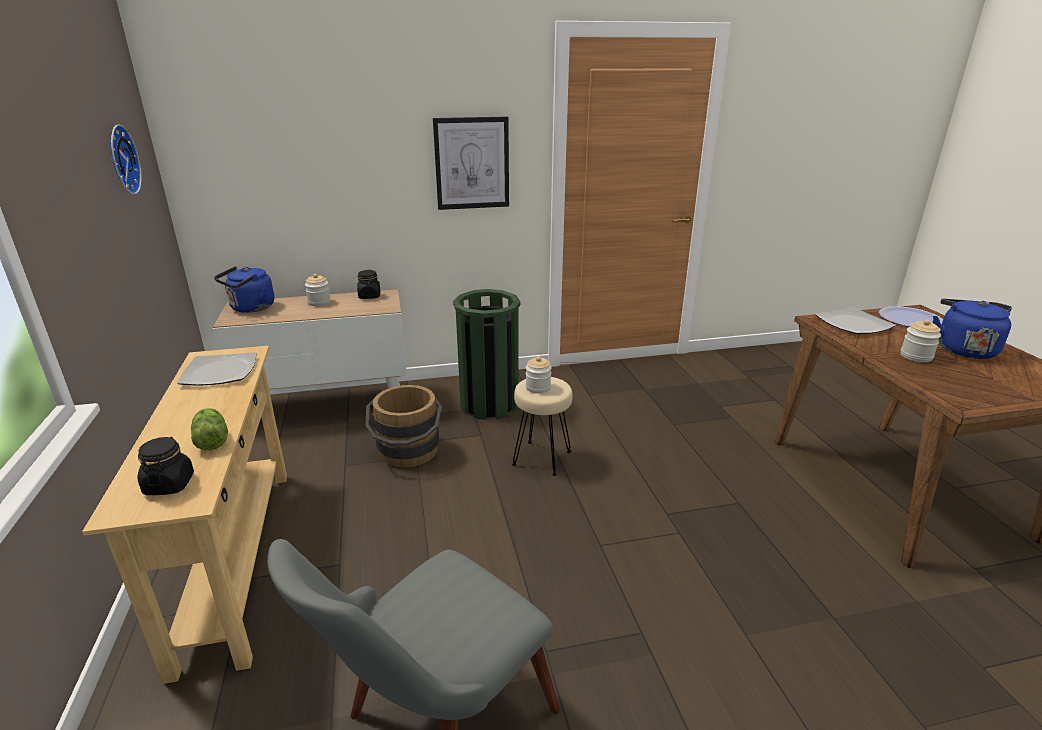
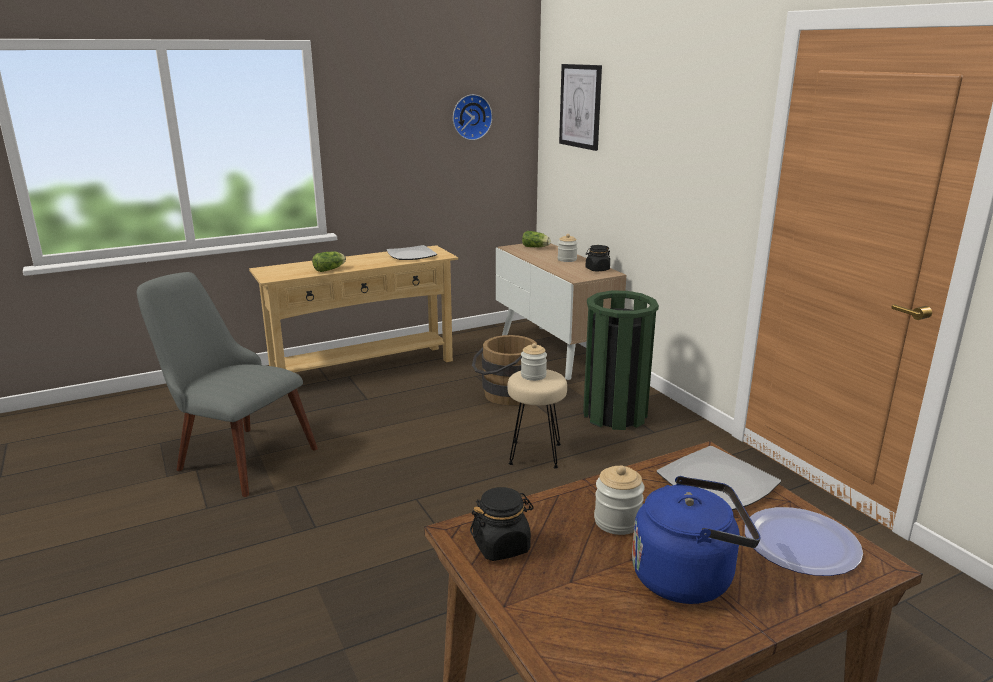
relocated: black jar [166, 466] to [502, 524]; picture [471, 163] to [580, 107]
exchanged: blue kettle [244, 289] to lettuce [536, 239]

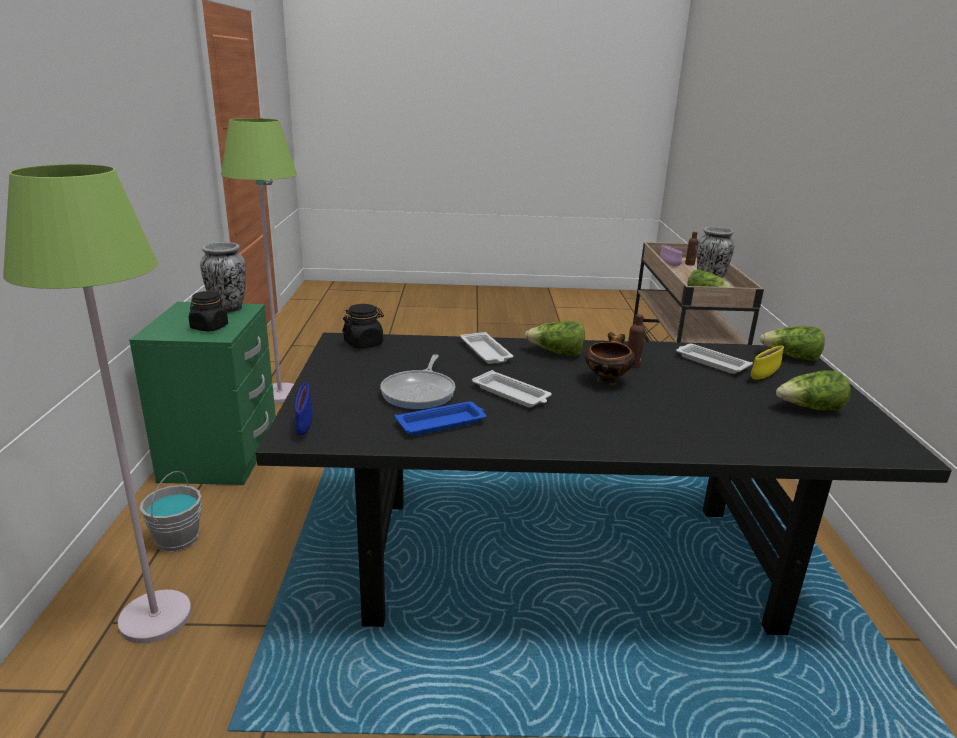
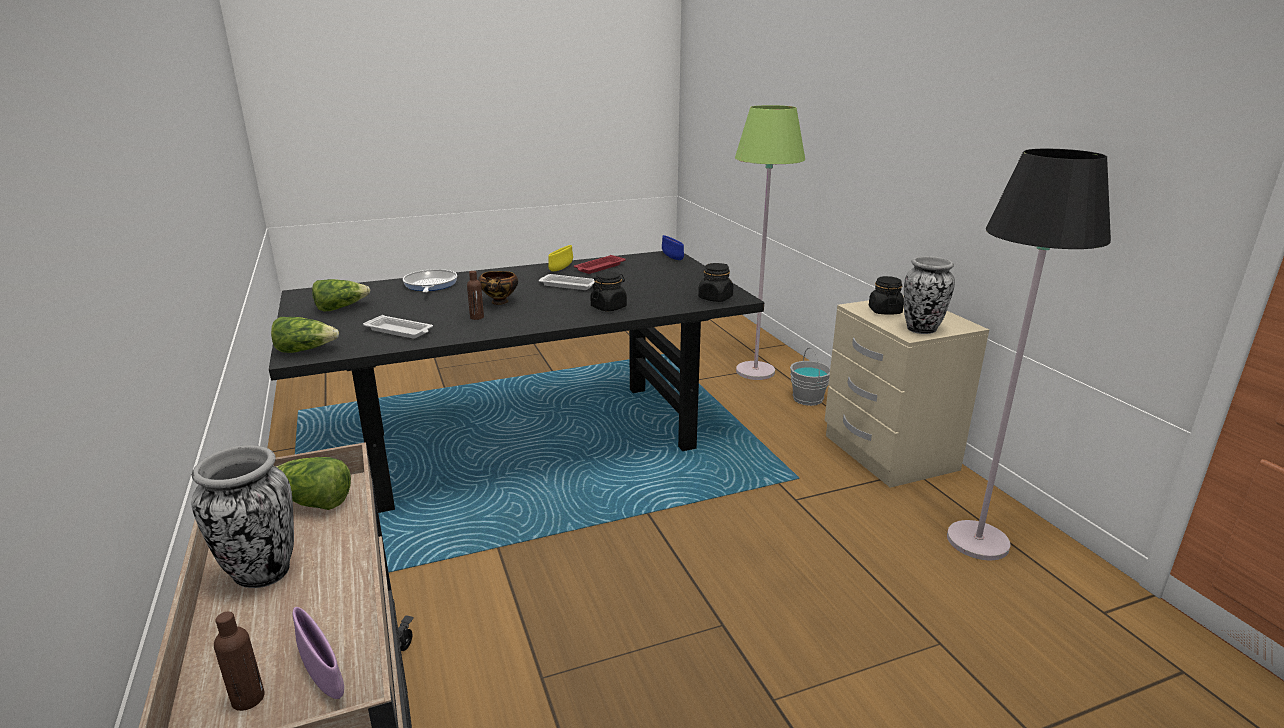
missing: lettuce [555, 338]
relocated: frying pan [417, 382] to [430, 281]; yellow bowl [767, 362] to [560, 258]
exchanged: white tray [486, 348] to black jar [608, 291]
colour: blue tray [440, 418] to red tray [600, 264]; green nightstand [202, 393] to beige nightstand [906, 391]; green floor lamp [259, 260] to black floor lamp [1029, 354]

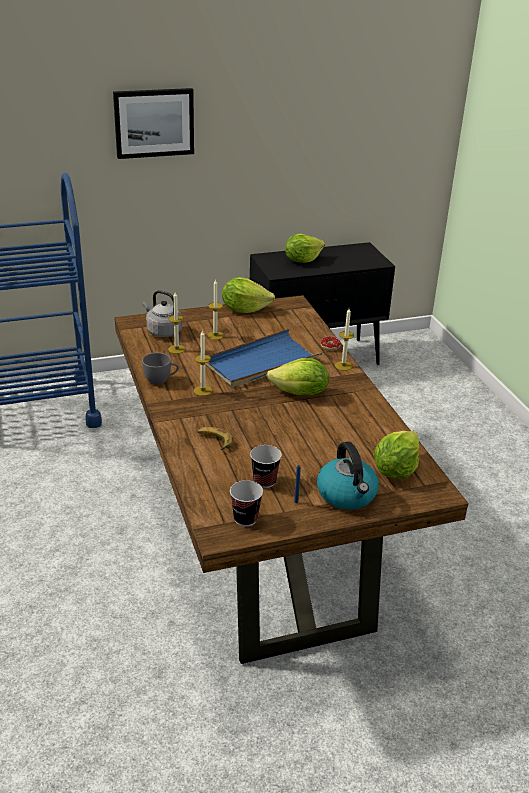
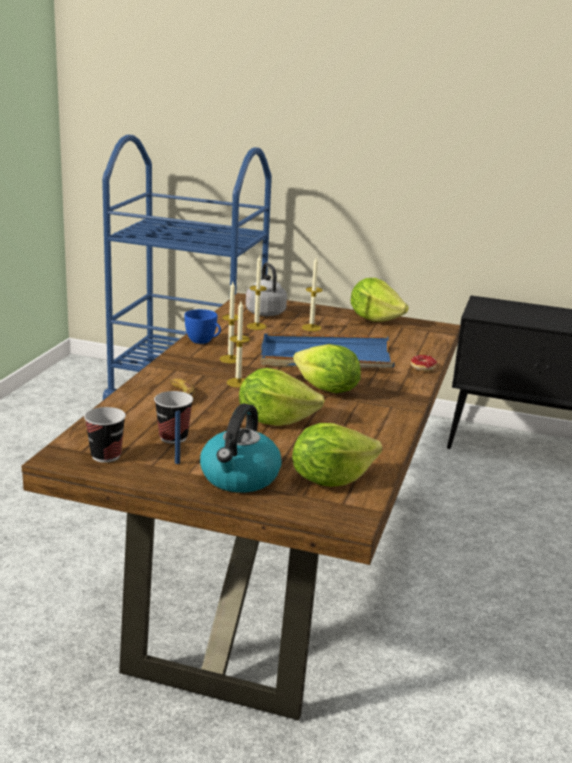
missing: picture [153, 123]
relocated: candle [344, 339] to [238, 344]; lettuce [305, 248] to [282, 397]
colour: grey cup [160, 369] to blue cup [202, 326]

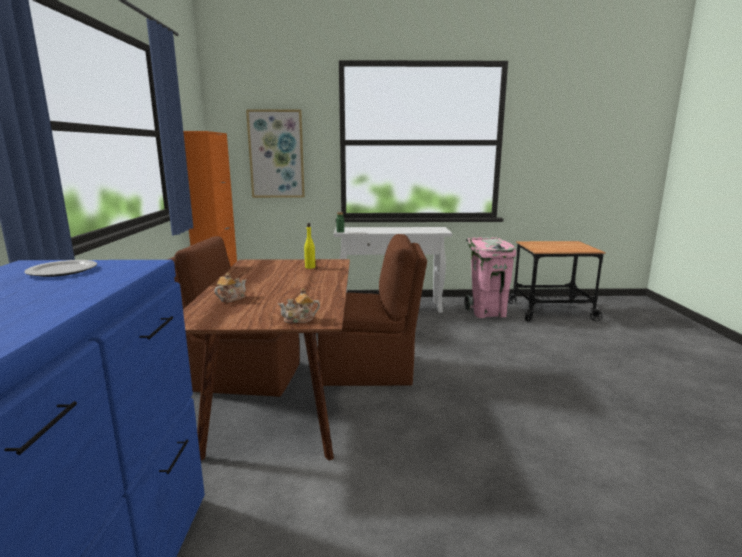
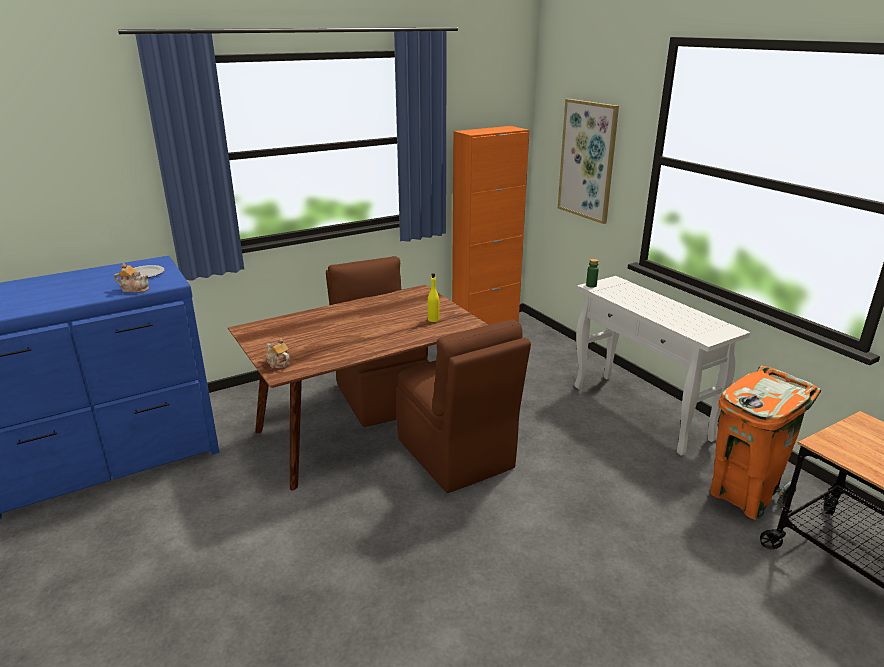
relocated: teapot [230, 287] to [131, 278]
colour: pink trash can [490, 277] to orange trash can [765, 443]

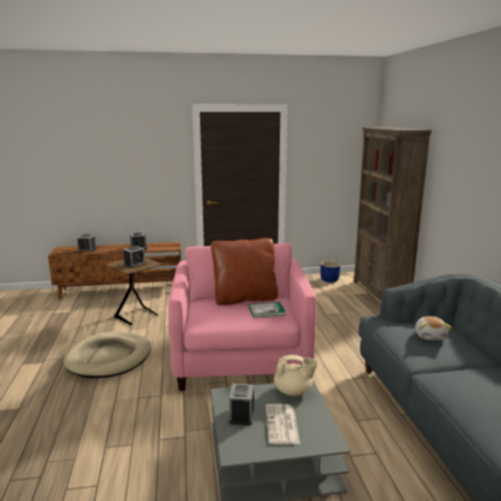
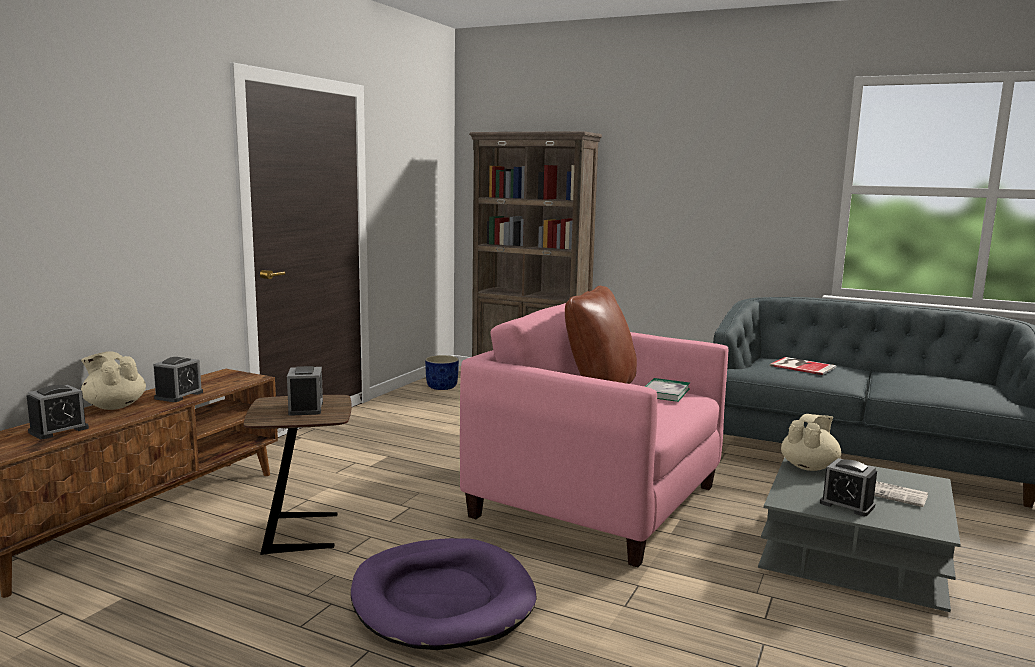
appeared: beige teapot [113, 380]
exchanged: plush toy [433, 328] to book [803, 366]
colour: beige dog bed [107, 355] to purple dog bed [443, 594]

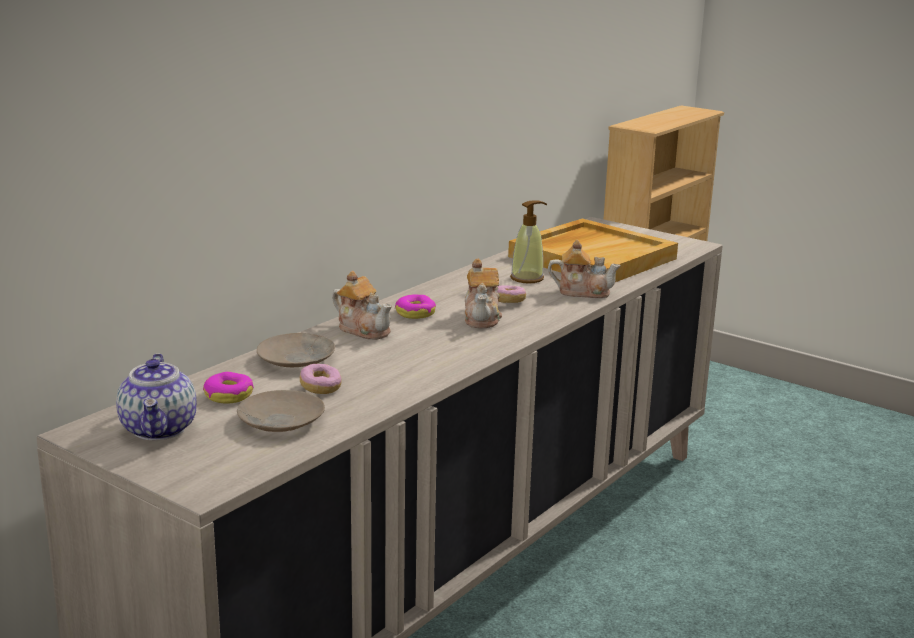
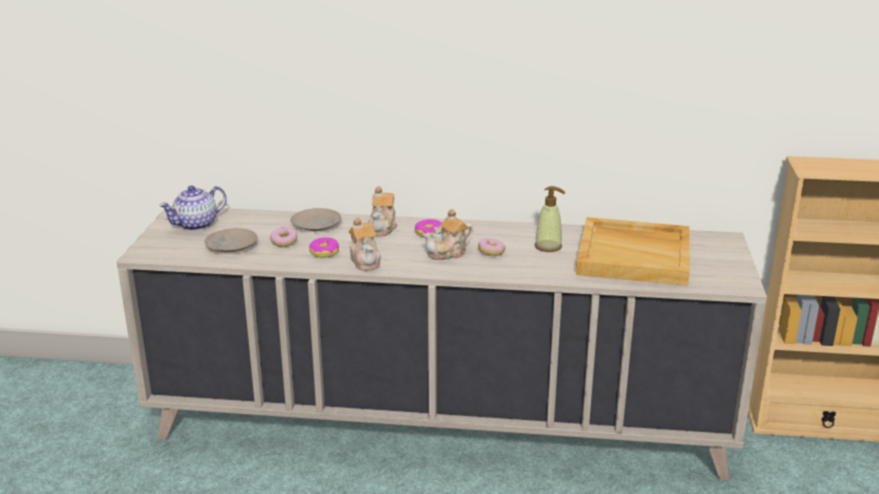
relocated: donut [228, 387] to [324, 247]; teapot [584, 269] to [365, 244]

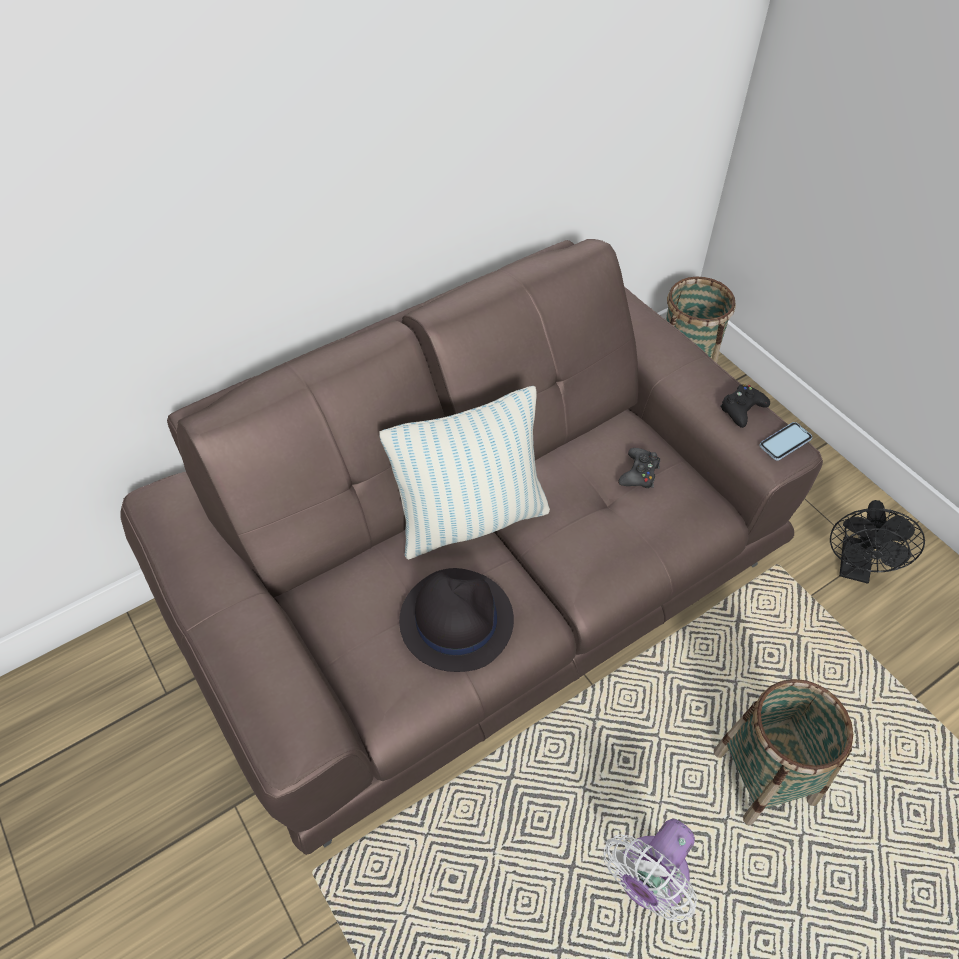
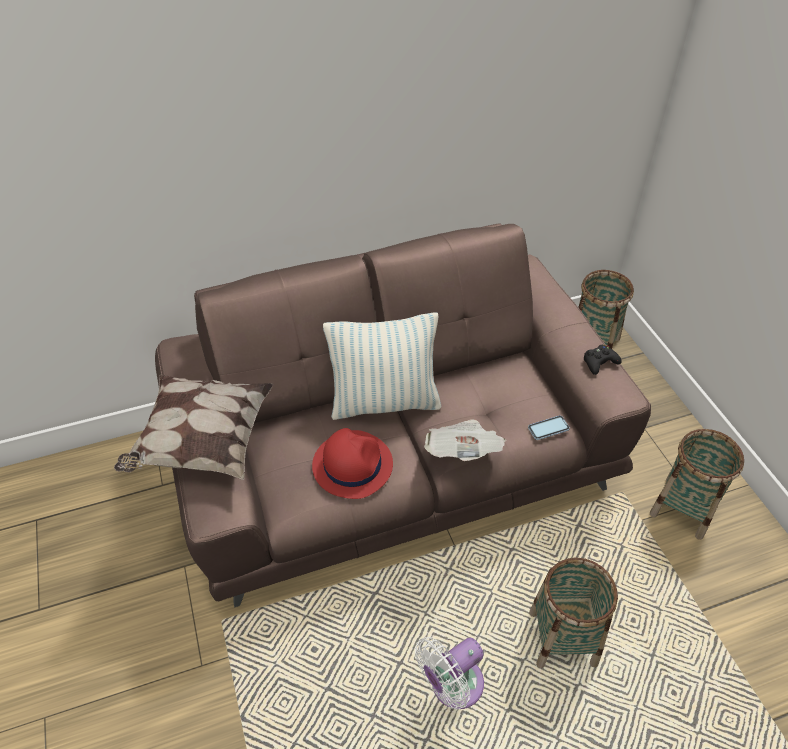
missing: black game controller [639, 468]
appeared: pillow [194, 427]; newspaper [465, 440]
relocated: phone [785, 441] to [549, 428]
exchanged: black fan [877, 542] to basket [697, 484]
colour: black hat [456, 620] to red hat [352, 463]

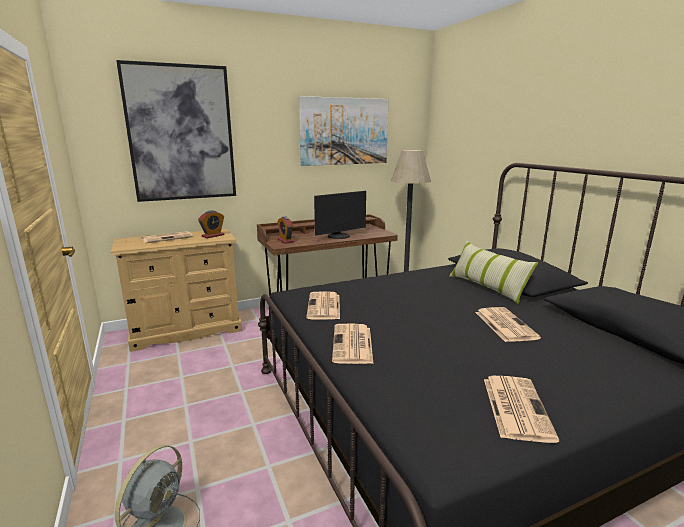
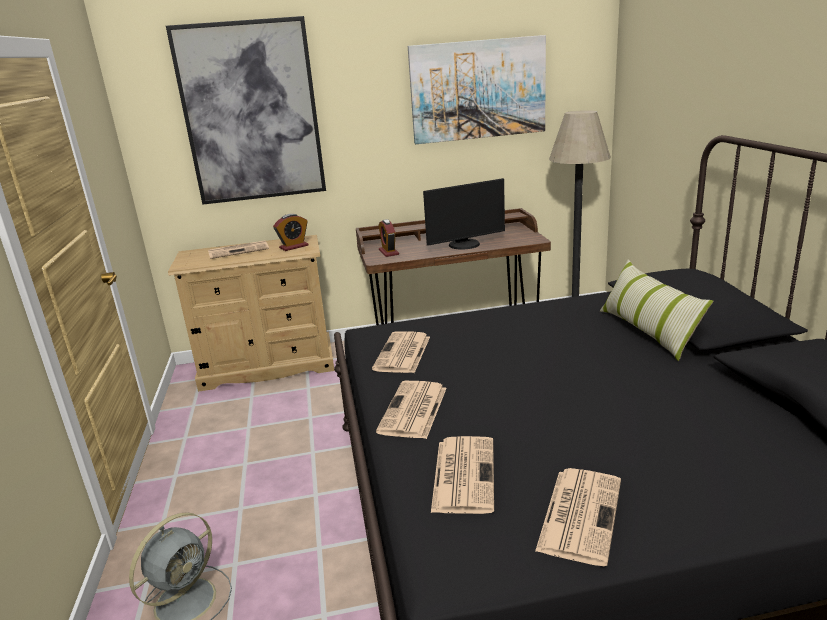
relocated: newspaper [508, 324] to [462, 475]

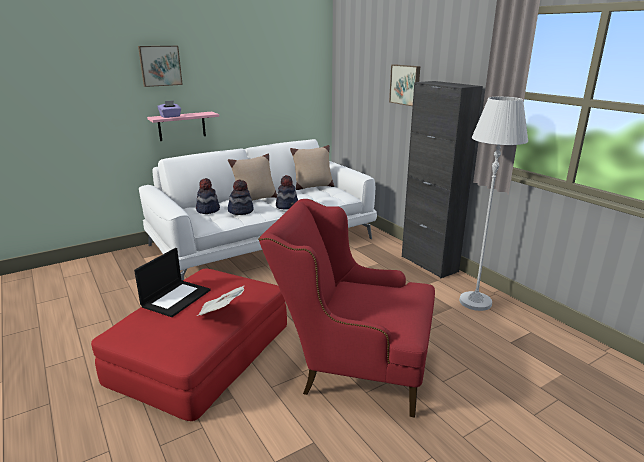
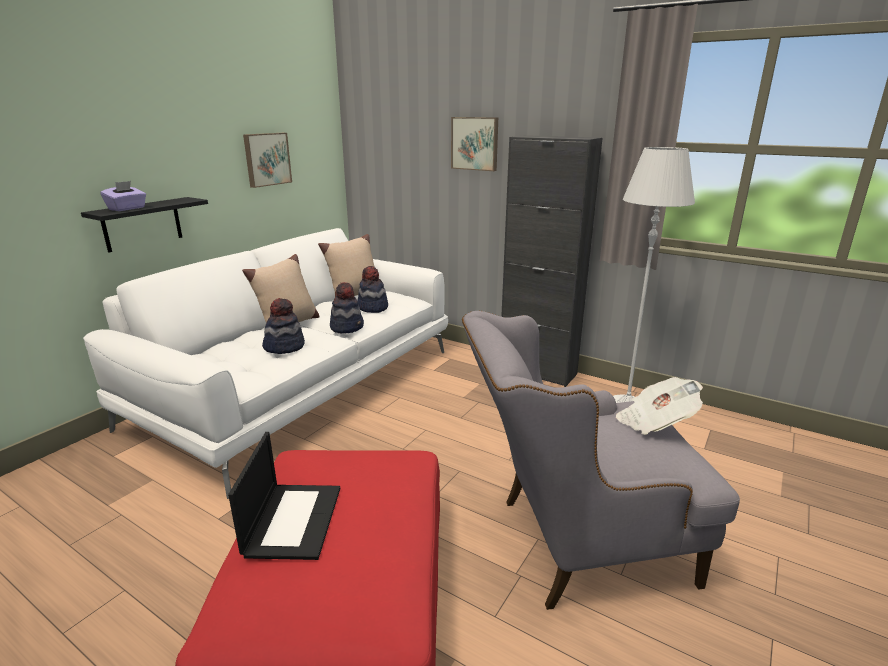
relocated: picture [160, 66] to [267, 160]; hat [208, 196] to [373, 289]; newspaper [221, 300] to [659, 406]
colour: pink shelf [183, 126] to black shelf [144, 225]; red armchair [346, 308] to grey armchair [601, 460]

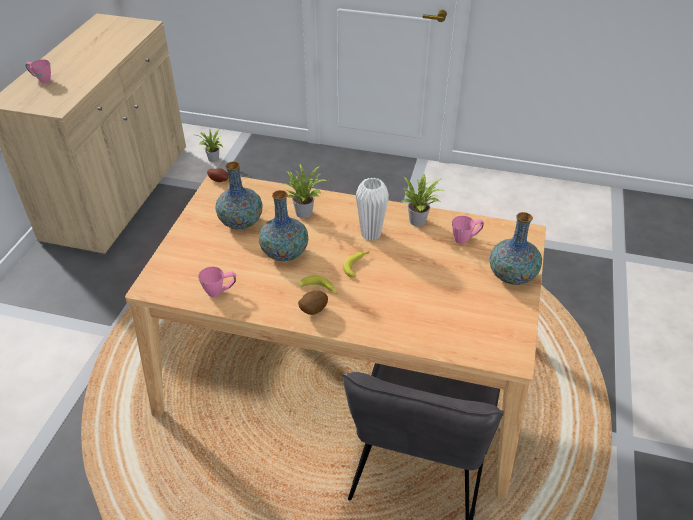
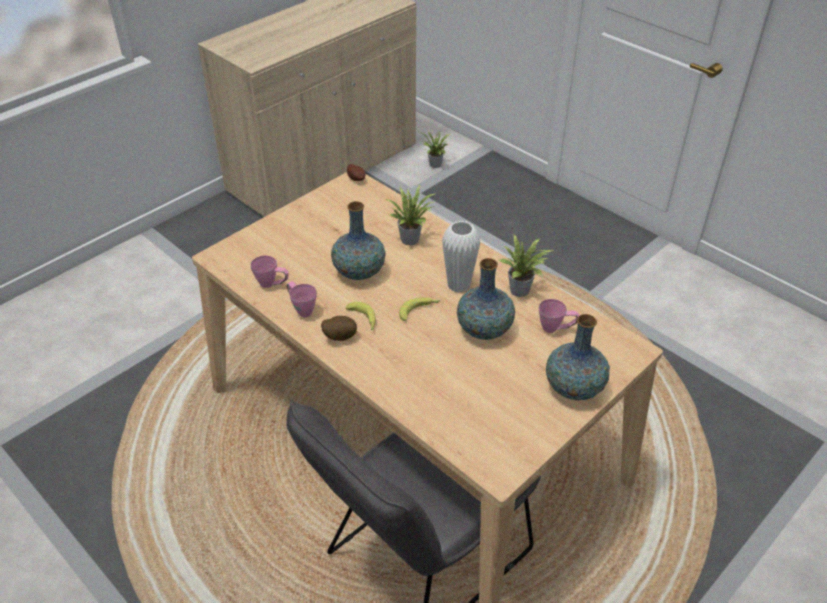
relocated: pink mug [38, 71] to [302, 299]; vase [239, 195] to [486, 299]

